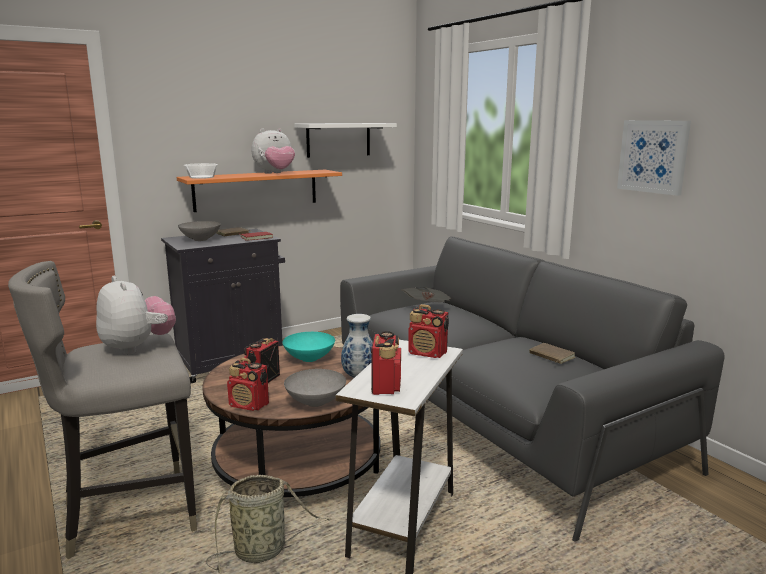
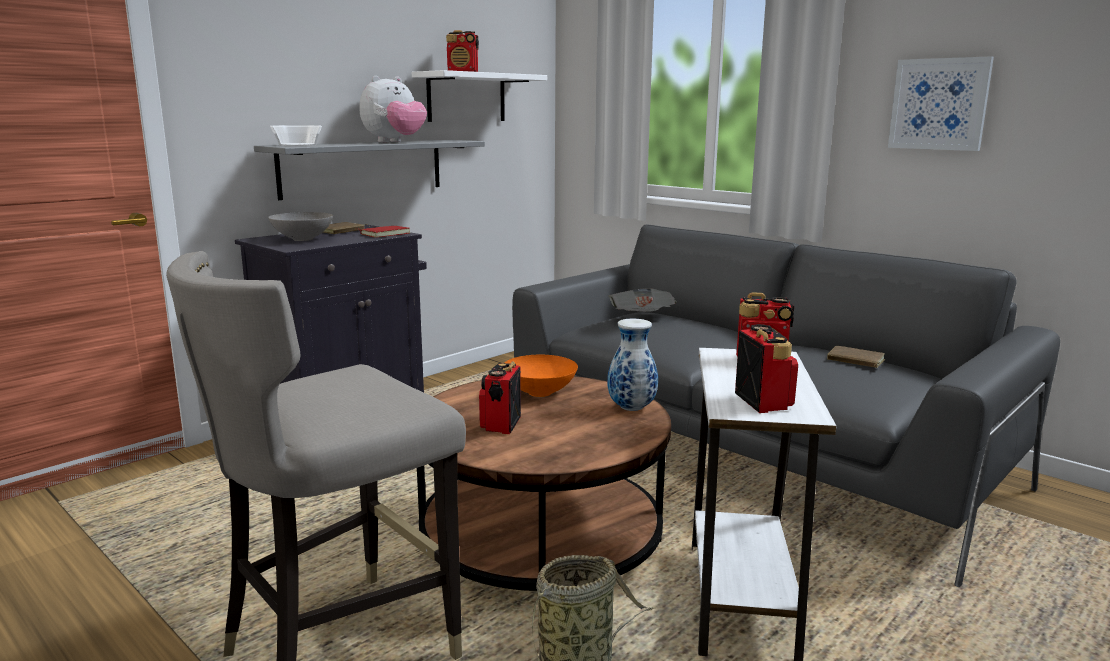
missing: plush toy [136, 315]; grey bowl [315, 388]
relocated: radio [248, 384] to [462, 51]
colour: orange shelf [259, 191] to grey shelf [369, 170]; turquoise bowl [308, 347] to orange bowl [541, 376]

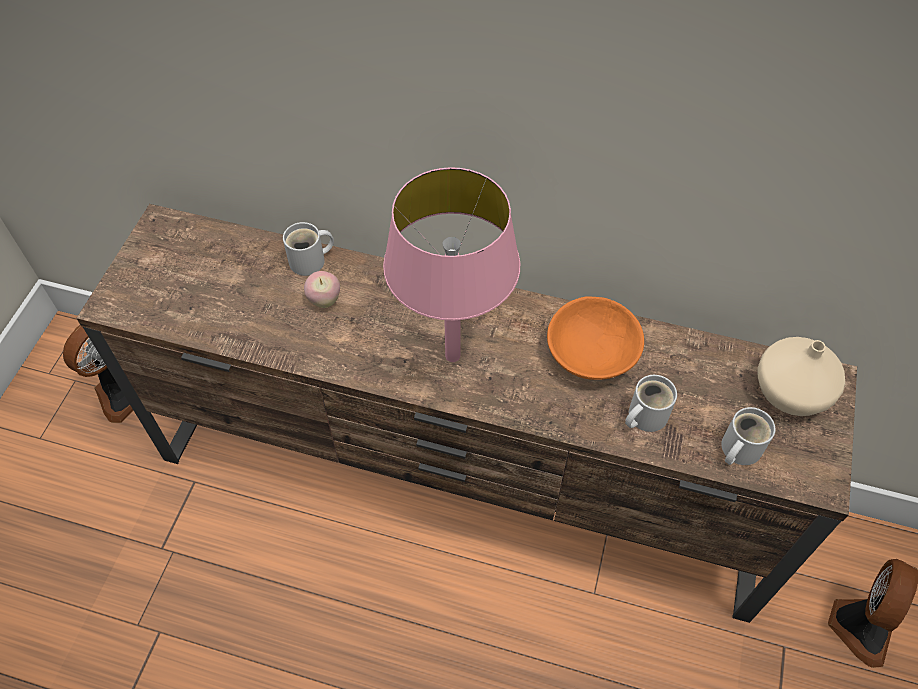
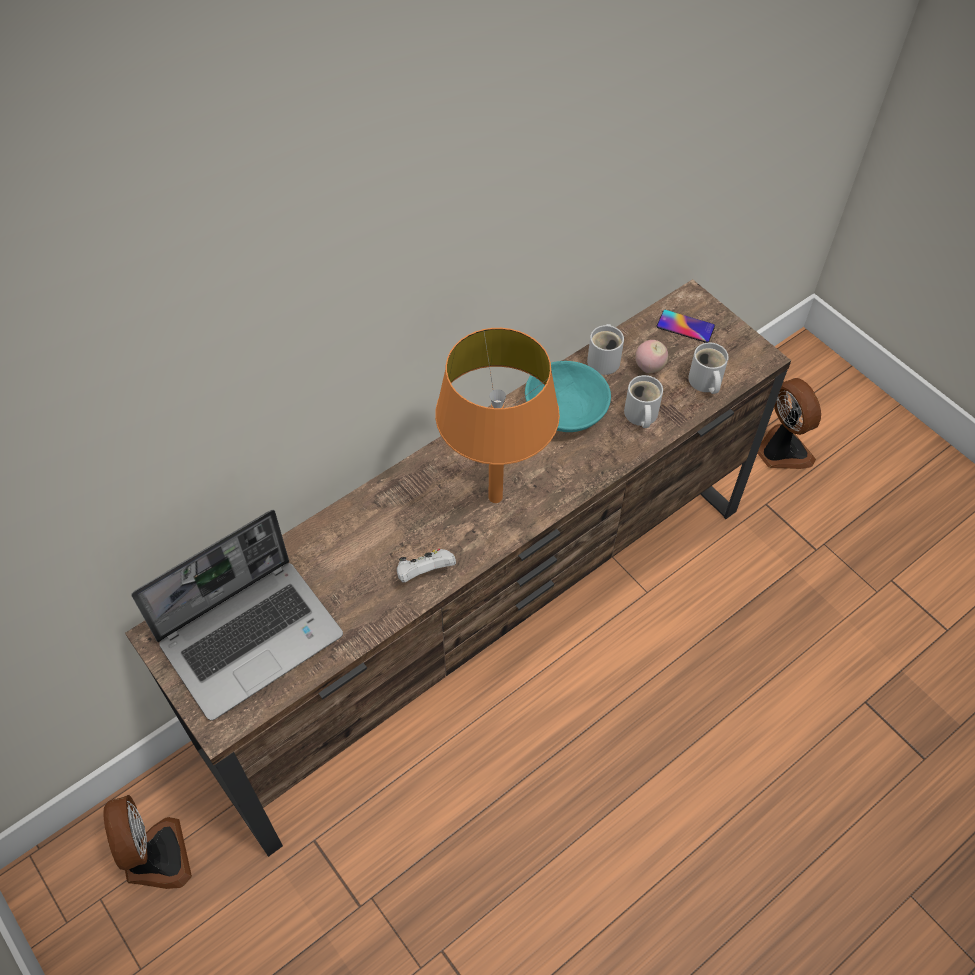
appeared: laptop [237, 615]; white game controller [426, 566]
relocated: white mug [308, 249] to [605, 349]; apple [322, 289] to [651, 356]
exchanged: beige vase [801, 376] to phone [686, 326]
colour: pink table lamp [451, 264] to orange table lamp [497, 415]; orange bowl [595, 338] to turquoise bowl [568, 396]

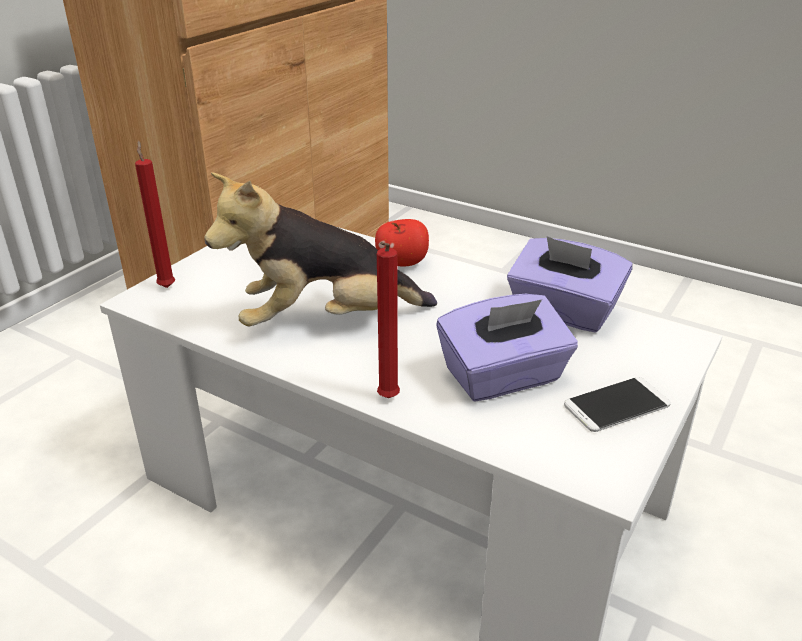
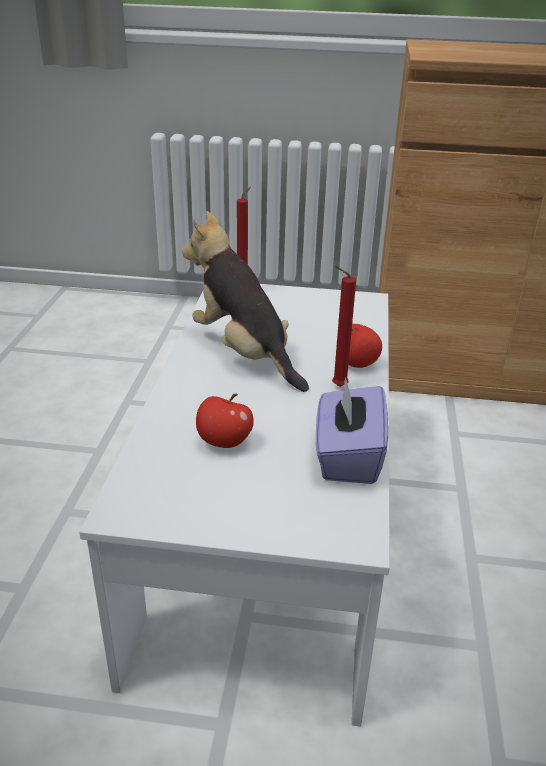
missing: phone [617, 404]
relocated: red candle [388, 320] to [344, 326]
exchanged: purple tissue box [507, 347] to apple [225, 420]

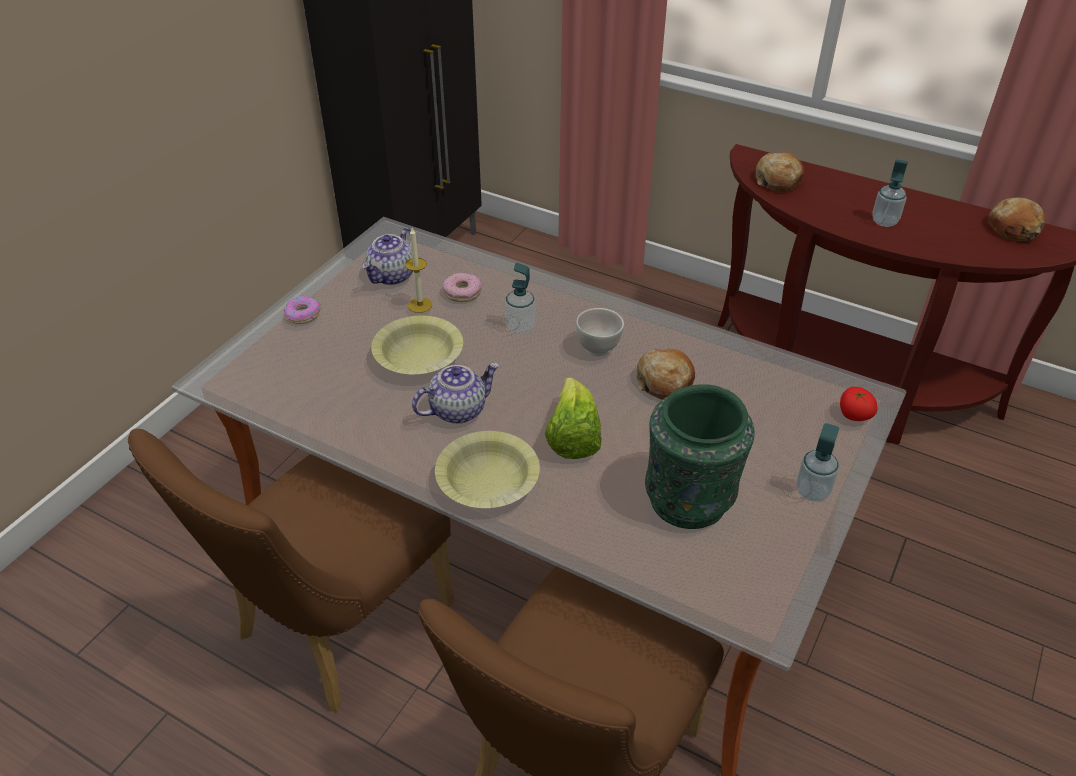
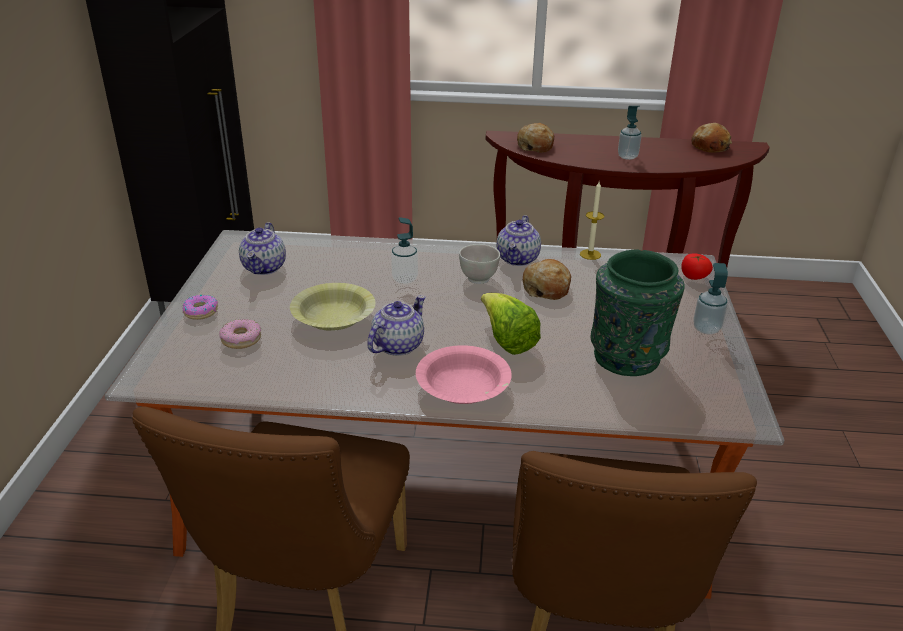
appeared: teapot [519, 240]
relocated: donut [462, 287] to [240, 334]; candle [418, 270] to [592, 221]
colour: yellow bowl [487, 469] to pink bowl [464, 374]

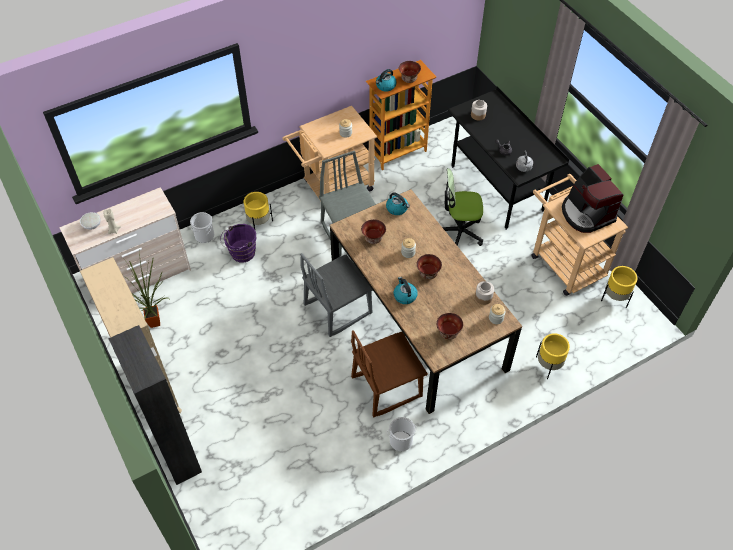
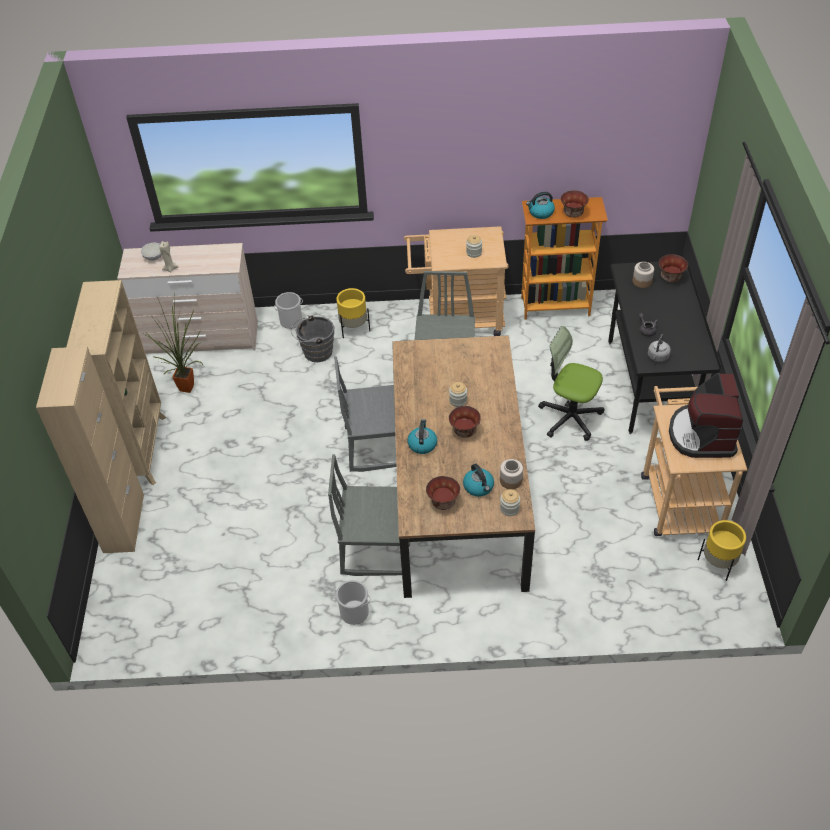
missing: yellow planter [553, 356]
relocated: kettle [398, 204] to [478, 480]; bowl [373, 231] to [673, 268]
colour: black cabinet [155, 405] to beige cabinet [90, 449]; purple bucket [238, 243] to grey bucket [313, 338]; brown chair [389, 374] to grey chair [369, 515]

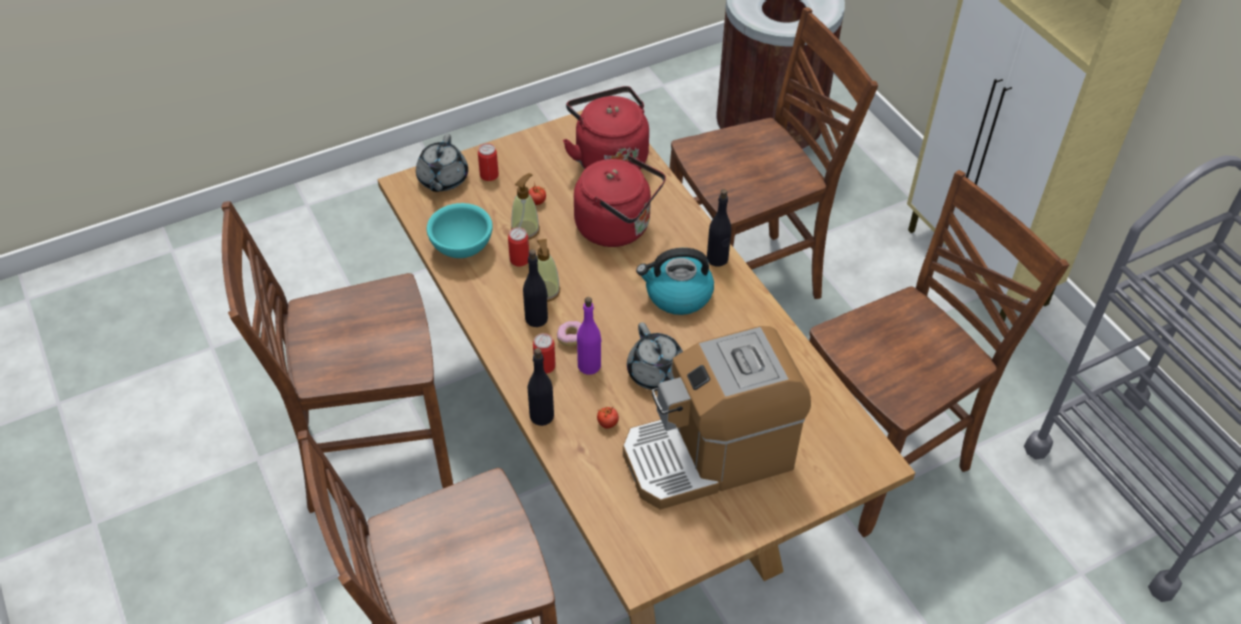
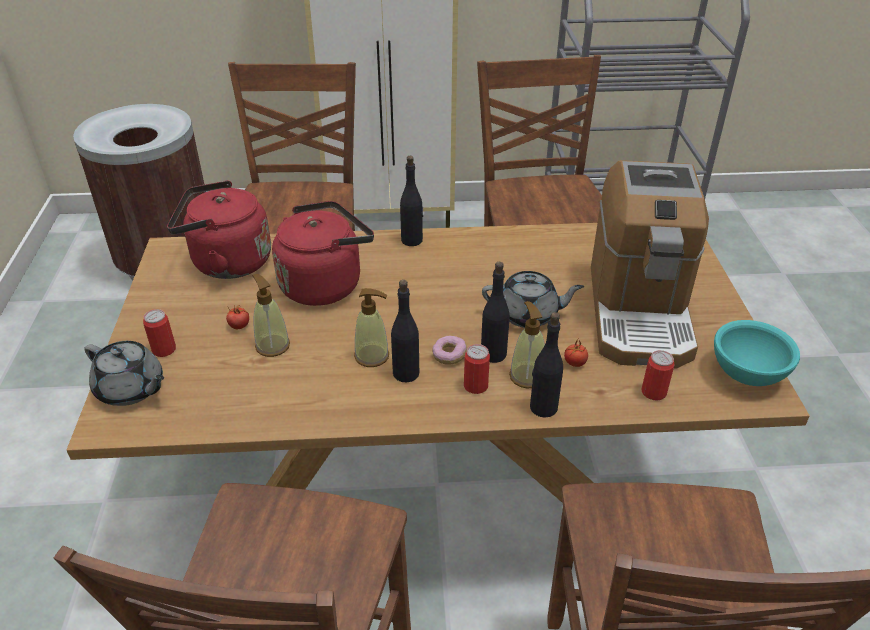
missing: kettle [675, 281]
appeared: soap dispenser [527, 345]
relocated: can [518, 247] to [658, 375]; turquoise bowl [460, 230] to [757, 353]
colour: purple bottle [589, 336] to black bottle [495, 312]

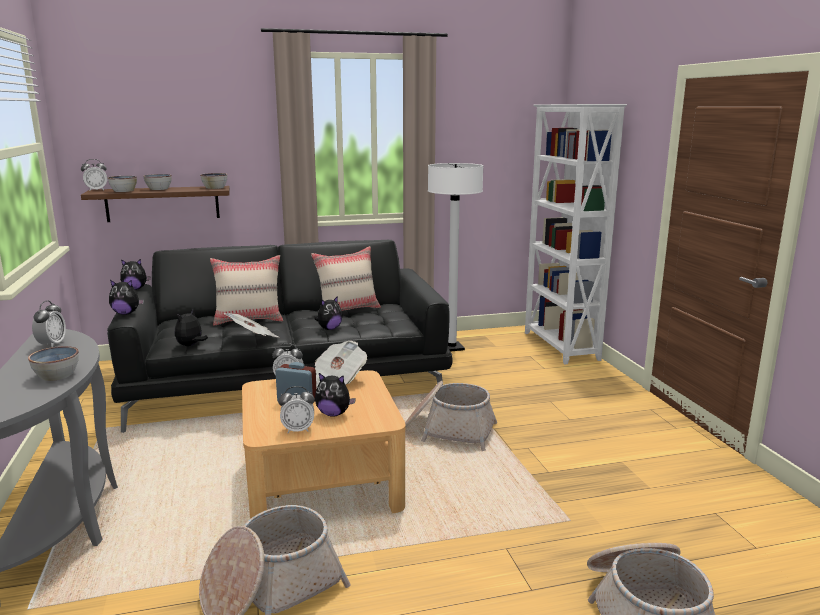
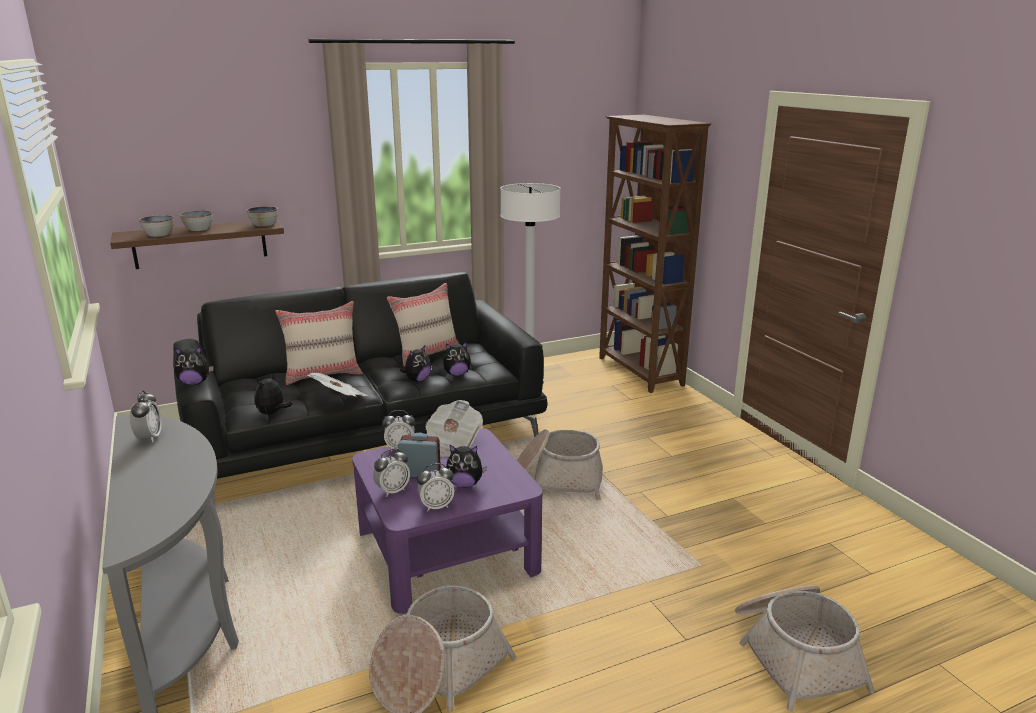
missing: bowl [53, 363]
relocated: alarm clock [94, 175] to [391, 472]; plush toy [135, 274] to [457, 358]
colour: beige coffee table [324, 444] to purple coffee table [447, 521]; white bookcase [576, 234] to brown bookcase [655, 254]

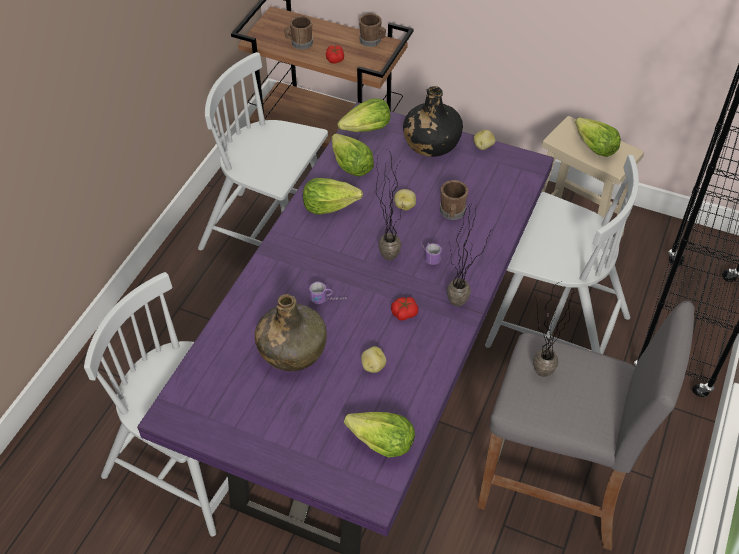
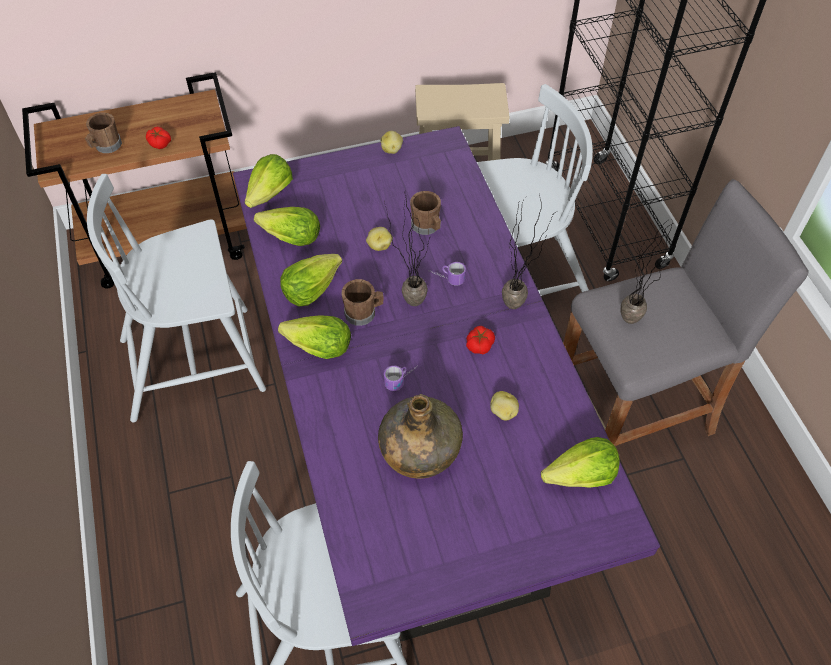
missing: black bottle [433, 121]
relocated: lettuce [598, 137] to [314, 337]; brown mug [372, 30] to [362, 302]

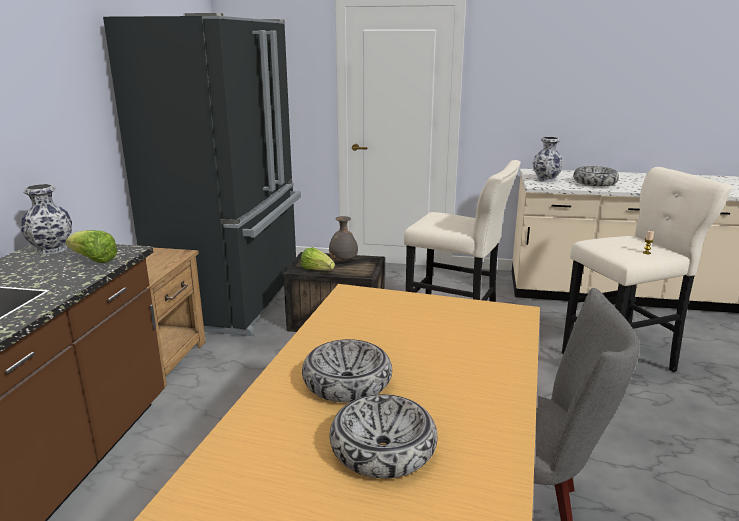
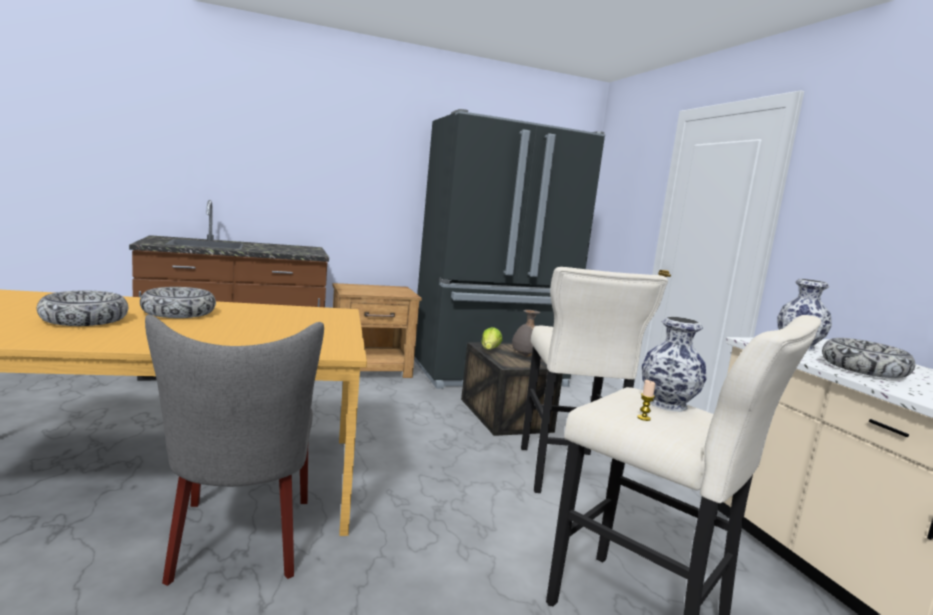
missing: lettuce [91, 246]
relocated: vase [46, 219] to [674, 364]

